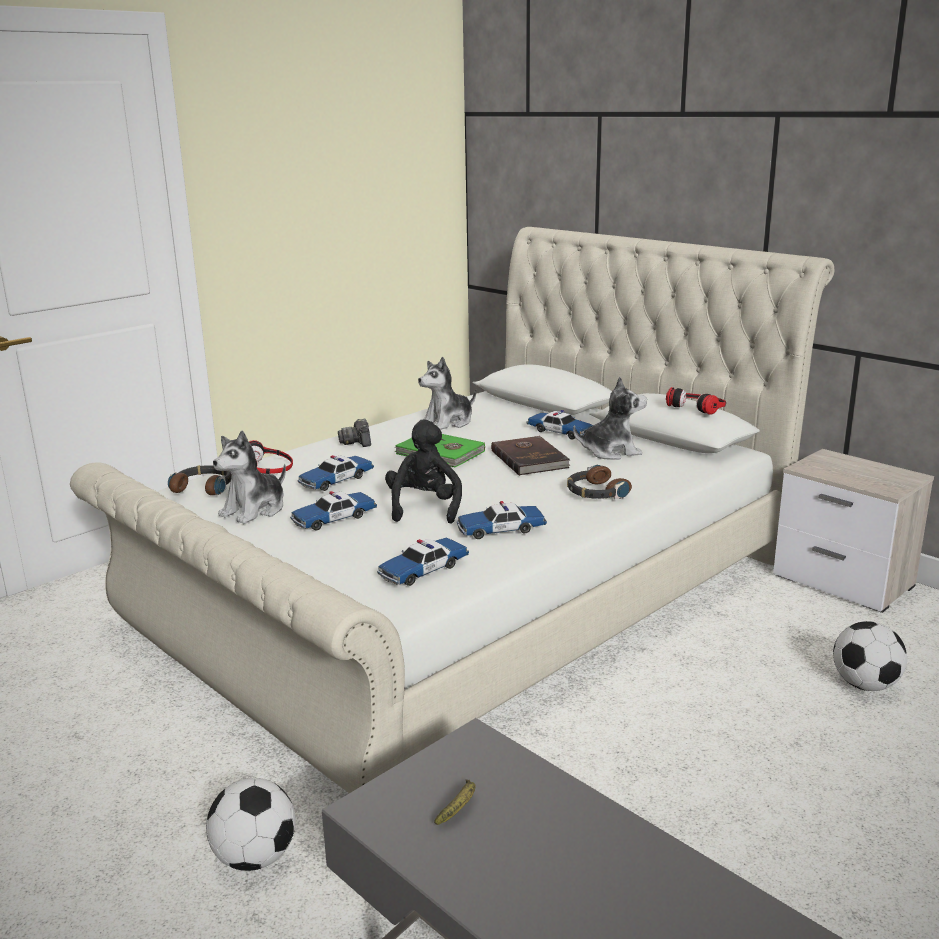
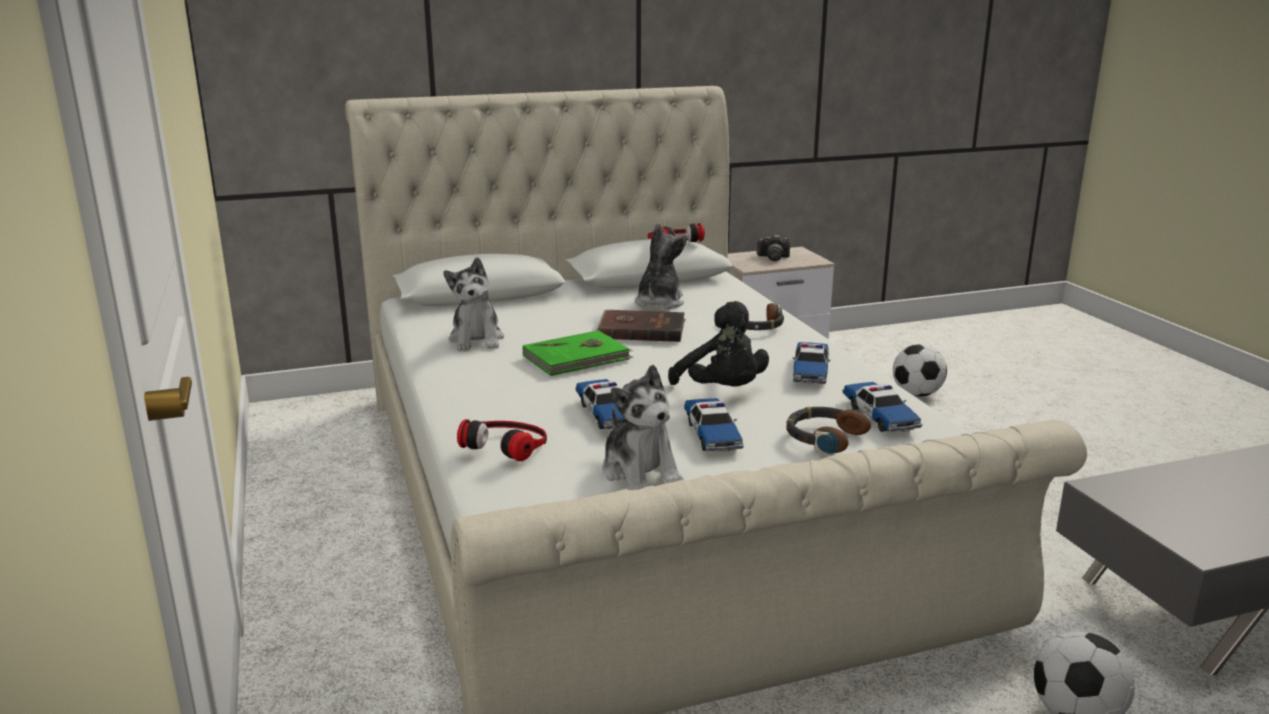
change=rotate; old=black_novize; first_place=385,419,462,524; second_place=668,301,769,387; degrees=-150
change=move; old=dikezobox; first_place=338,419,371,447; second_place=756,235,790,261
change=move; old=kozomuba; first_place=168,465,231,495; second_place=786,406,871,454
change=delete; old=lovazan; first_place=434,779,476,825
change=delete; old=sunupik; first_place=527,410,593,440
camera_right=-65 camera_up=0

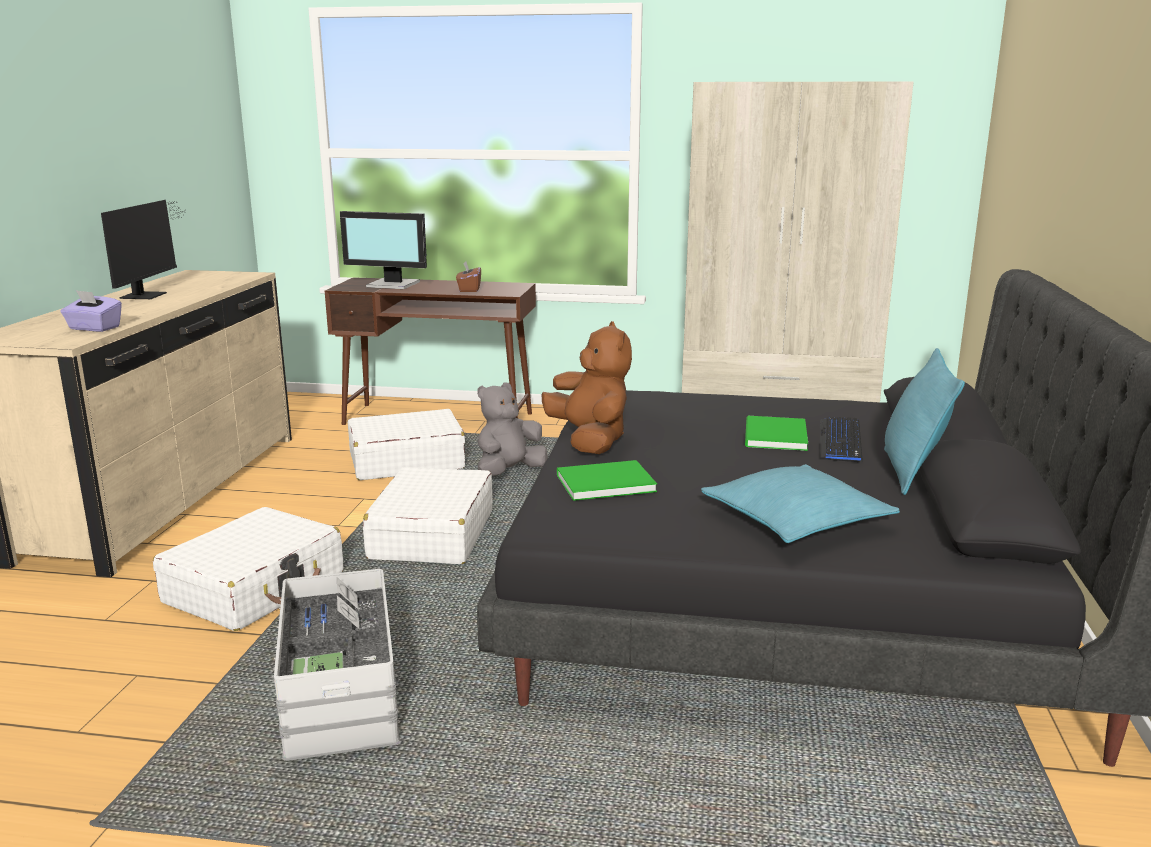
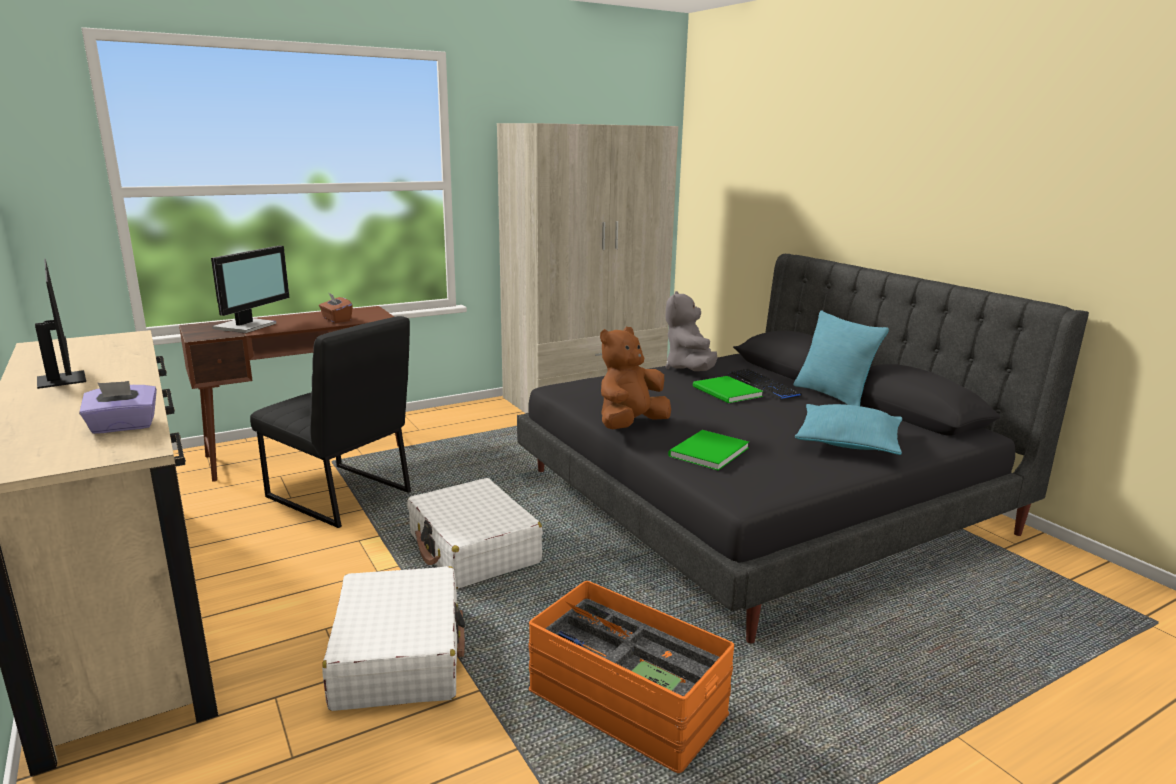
change=rotate; old=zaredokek; first_place=340,211,427,289; second_place=211,246,290,333; degrees=-45
change=replace; old=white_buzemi; new=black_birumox; first_place=348,409,465,480; second_place=250,316,411,528
change=recolor; old=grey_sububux; new=orange_sububux; first_place=273,569,400,761; second_place=529,581,734,773
change=rotate; old=brown_novize; first_place=542,321,632,454; second_place=600,327,671,429; degrees=-75
change=move; old=grey_novize; first_place=477,382,548,476; second_place=666,291,717,371
camera_right=-40 camera_up=0

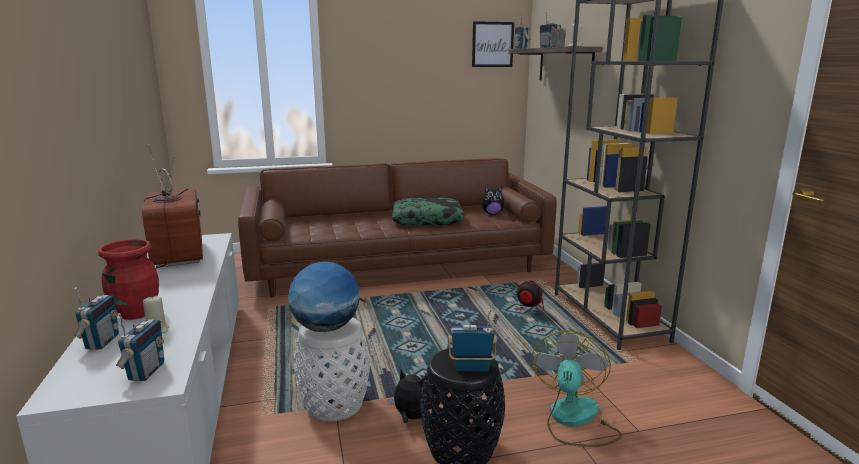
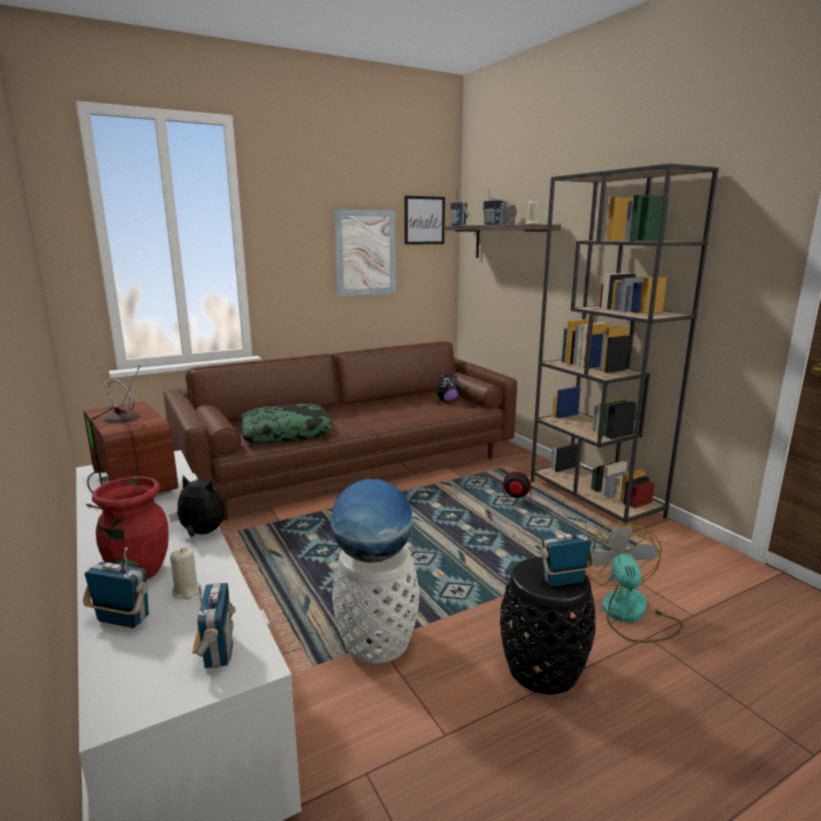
change=rotate; old=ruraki; first_place=74,287,119,350; second_place=83,547,149,628; degrees=-60
change=move; old=novize; first_place=387,370,430,423; second_place=169,475,224,537
change=move; old=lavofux; first_place=392,197,465,226; second_place=239,404,333,443
change=insert; new=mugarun; second_place=334,209,396,296
camera_right=-15 camera_up=0

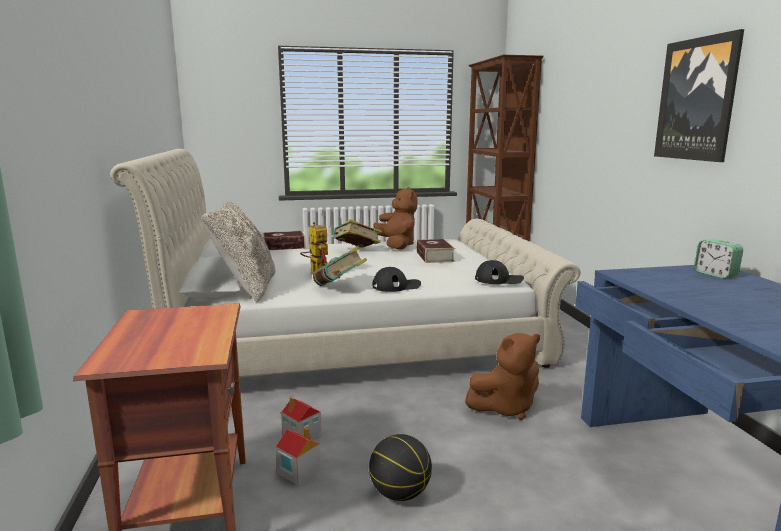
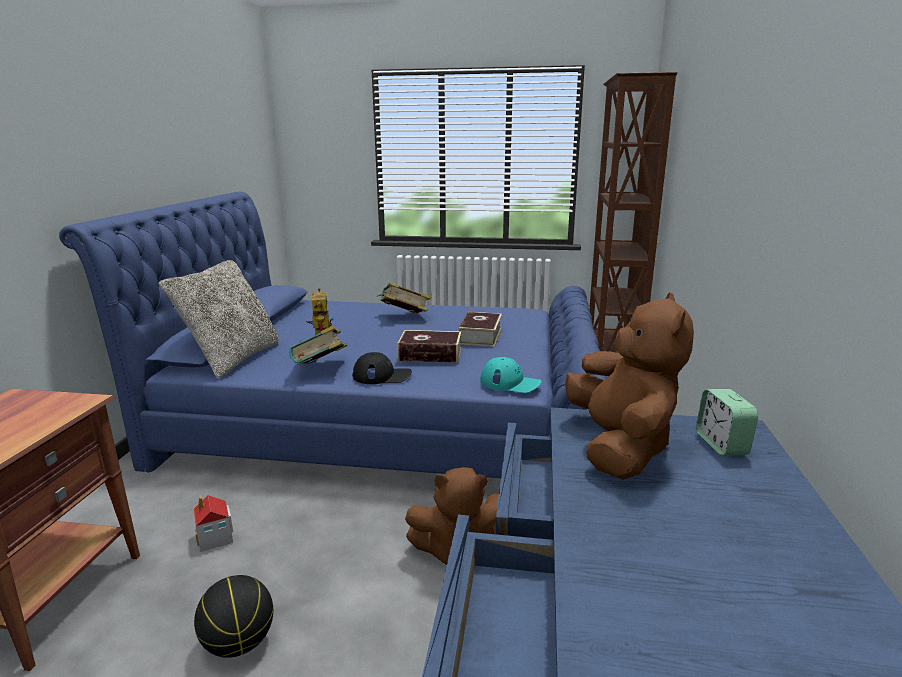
change=recolor; old=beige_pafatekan; new=blue_pafatekan; first_place=110,149,581,377; second_place=59,192,607,478
change=move; old=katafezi; first_place=262,231,306,250; second_place=397,330,461,363
change=recolor; old=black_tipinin; new=turquoise_tipinin; first_place=475,260,524,284; second_place=480,357,541,393
change=move; old=brown_novize; first_place=374,187,417,250; second_place=565,292,694,480
change=delete; old=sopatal; first_place=276,427,321,485
change=delete; old=mugarun; first_place=654,29,744,162
camera_right=20 camera_up=5

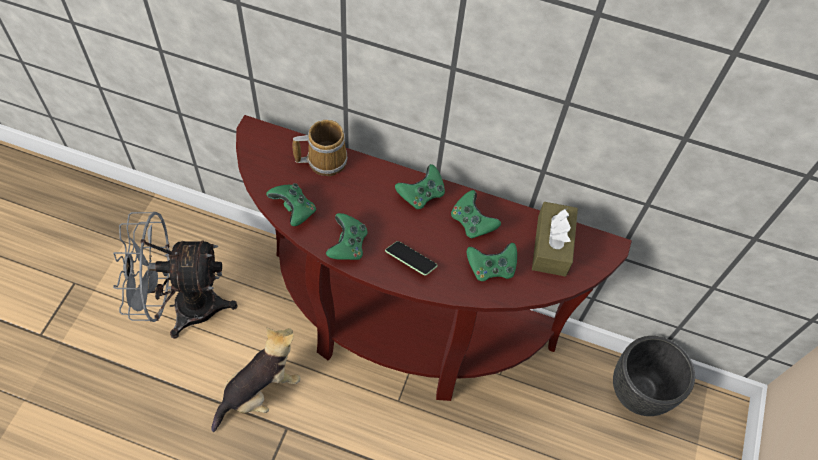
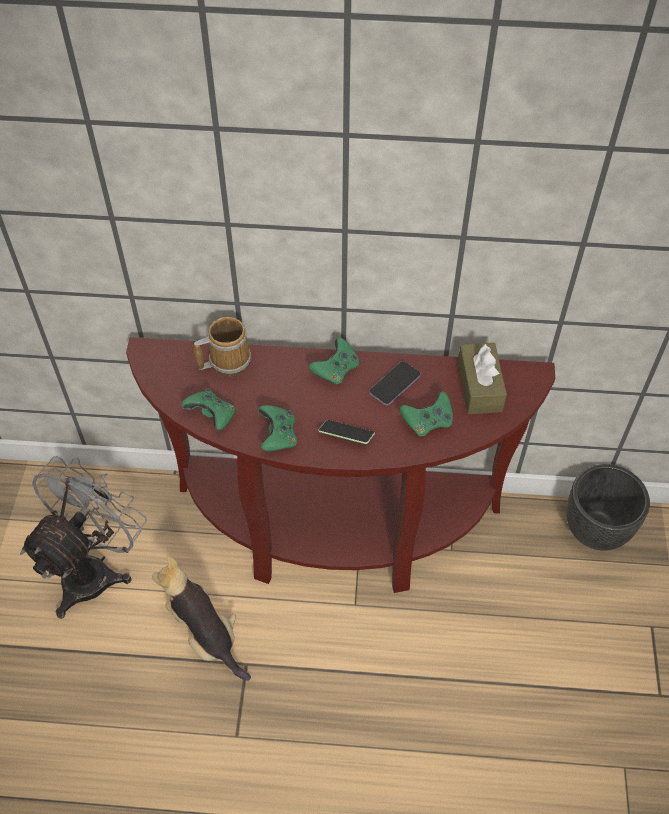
change=rotate; old=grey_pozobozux; first_place=113,212,238,339; second_place=20,456,147,619; degrees=135
change=rotate; old=novize; first_place=212,328,300,432; second_place=152,556,251,681; degrees=-75
change=replace; old=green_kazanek; new=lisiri; first_place=451,190,501,238; second_place=369,361,421,406
camera_right=-10 camera_up=-5

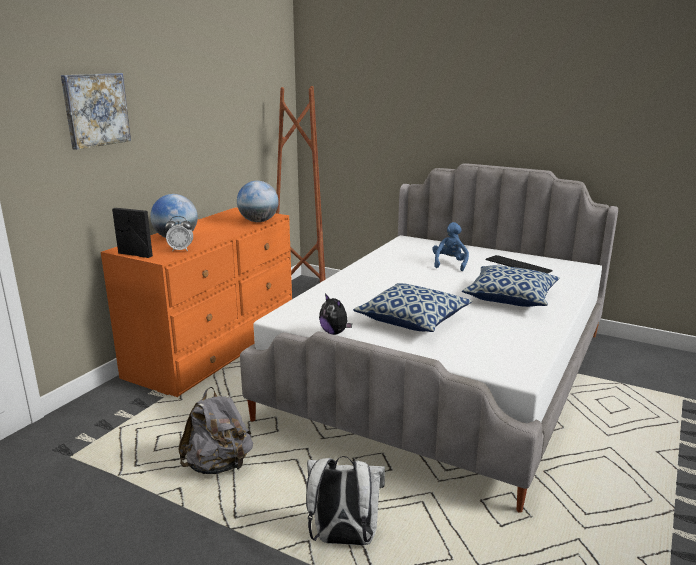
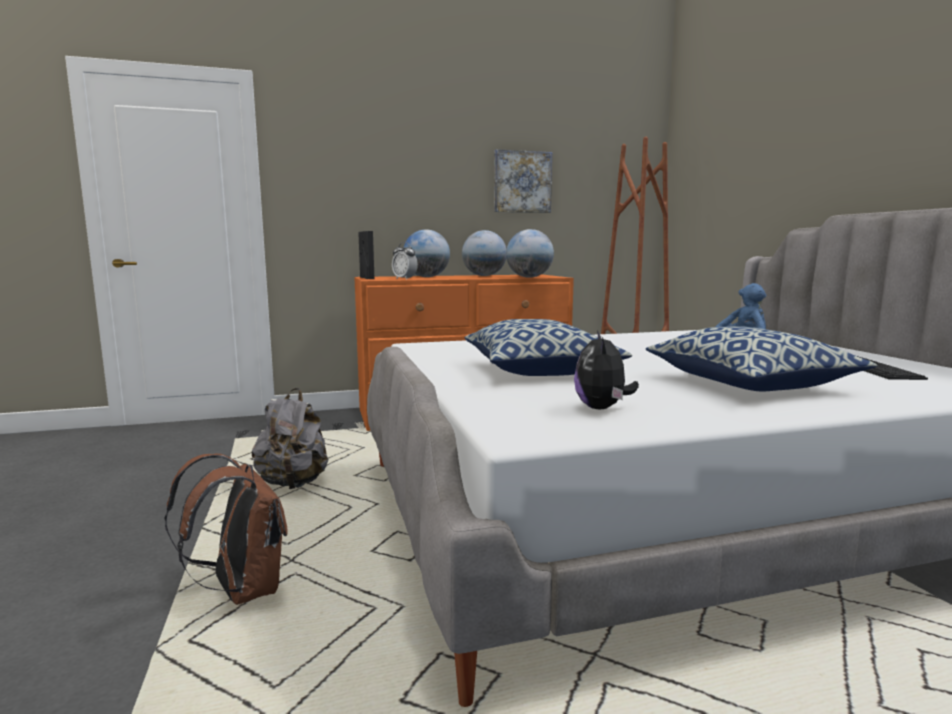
change=recolor; old=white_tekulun; new=brown_tekulun; first_place=306,456,385,545; second_place=165,454,288,605
change=insert; new=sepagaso; second_place=462,230,506,276
change=move; old=mugarun; first_place=61,73,131,150; second_place=494,149,552,213
change=move; old=novize; first_place=319,294,352,335; second_place=574,330,639,409
camera_right=45 camera_up=-10

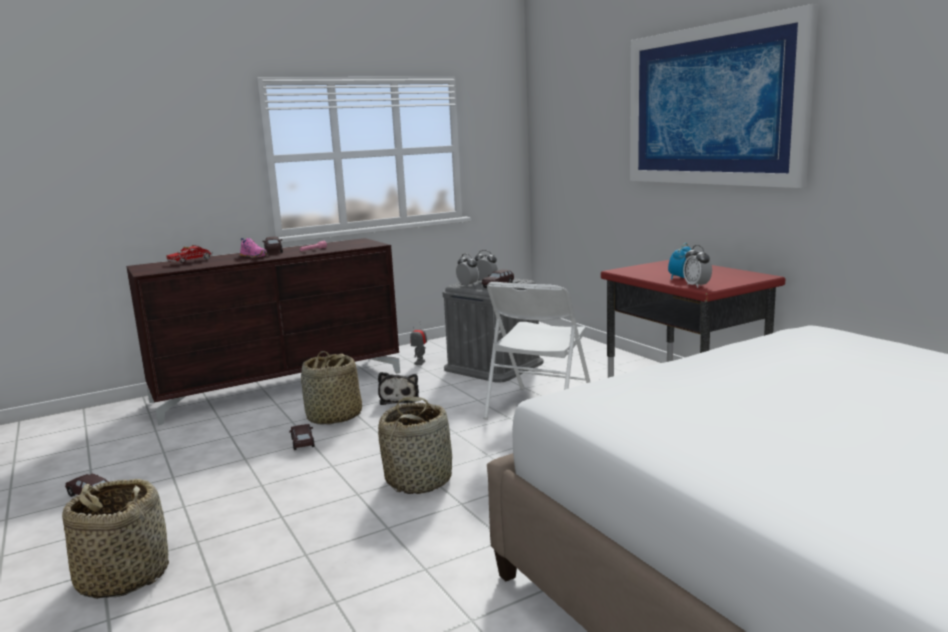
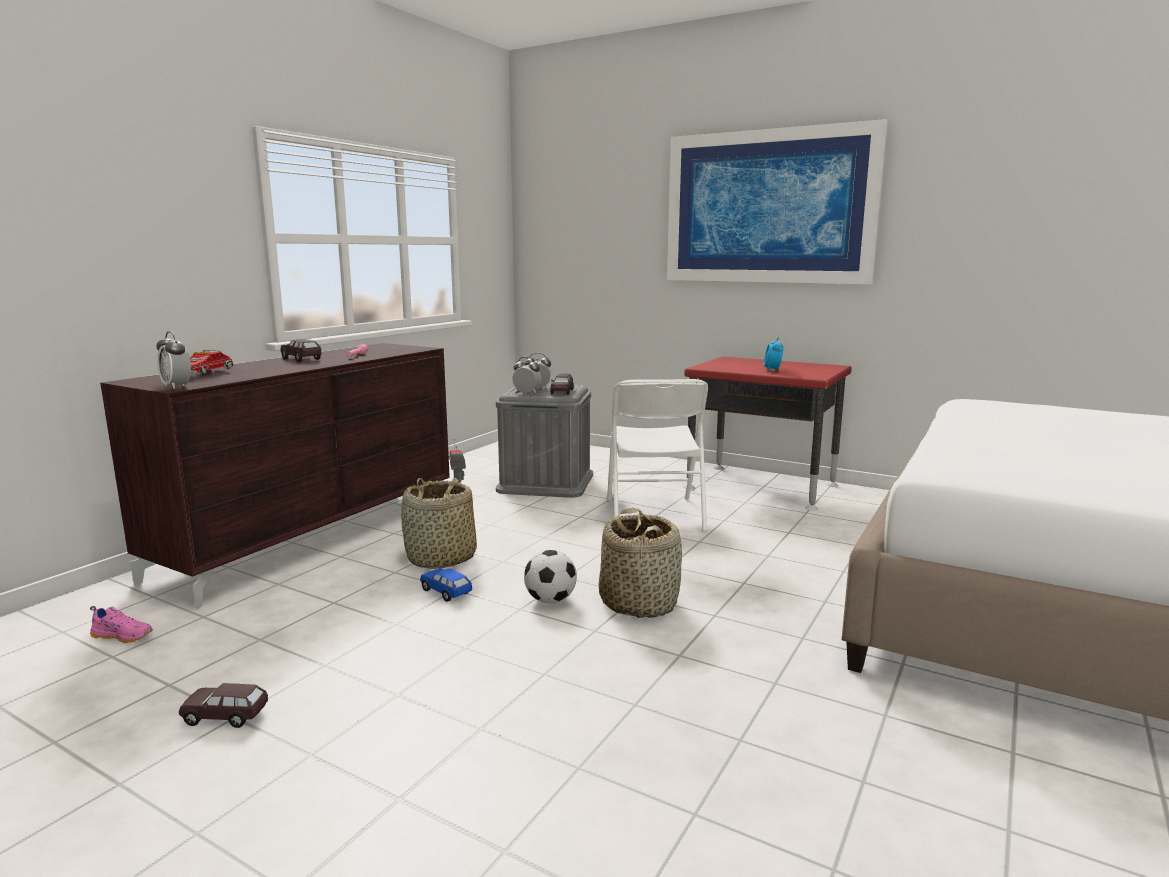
change=move; old=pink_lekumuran; first_place=240,238,267,258; second_place=90,606,153,643
change=move; old=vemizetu; first_place=683,245,712,288; second_place=156,331,191,389
change=recolor; old=brown_sunupik; new=blue_sunupik; first_place=289,424,315,450; second_place=420,568,472,602
change=insert; new=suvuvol; second_place=524,550,577,603
change=delete; old=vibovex; first_place=62,479,169,599
change=delete; old=novize; first_place=378,372,419,405
camera_right=-30 camera_up=0

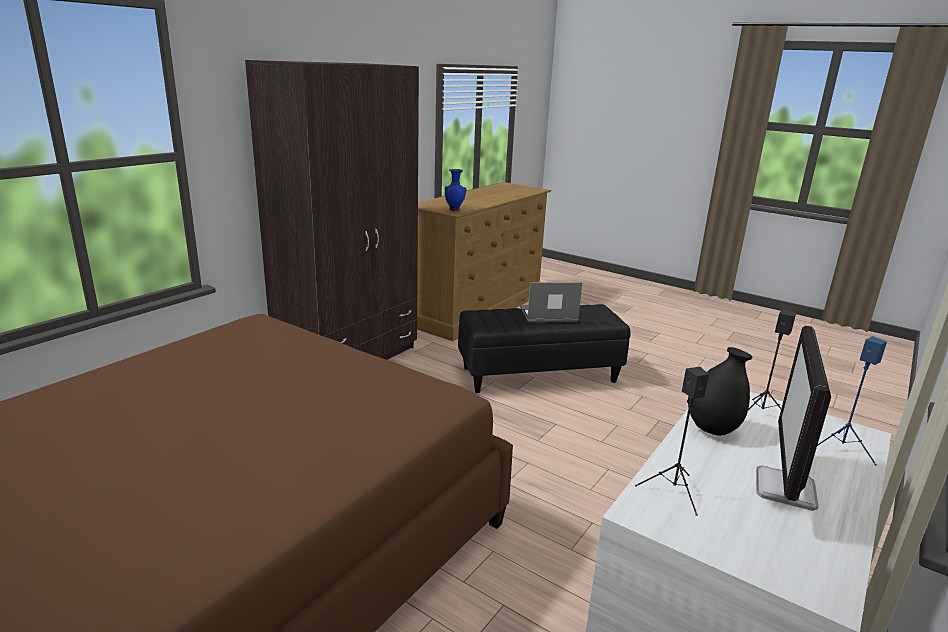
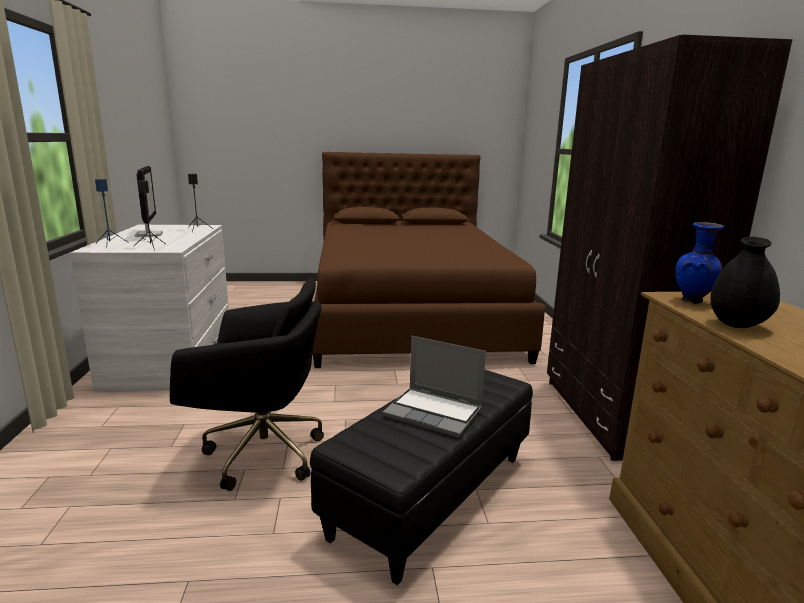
change=insert; new=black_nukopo; second_place=170,278,324,491
change=rotate; old=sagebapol; first_place=520,282,583,323; second_place=383,336,486,437; degrees=75
change=move; old=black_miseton; first_place=688,347,752,436; second_place=710,237,780,328
camera_right=140 camera_up=-5

